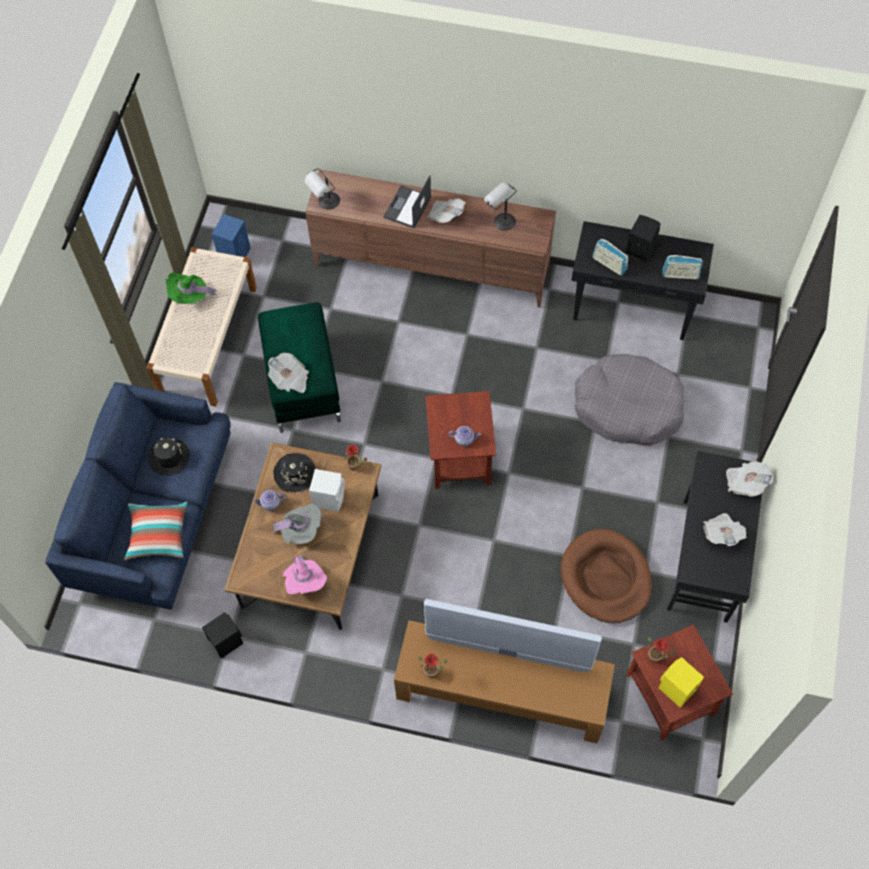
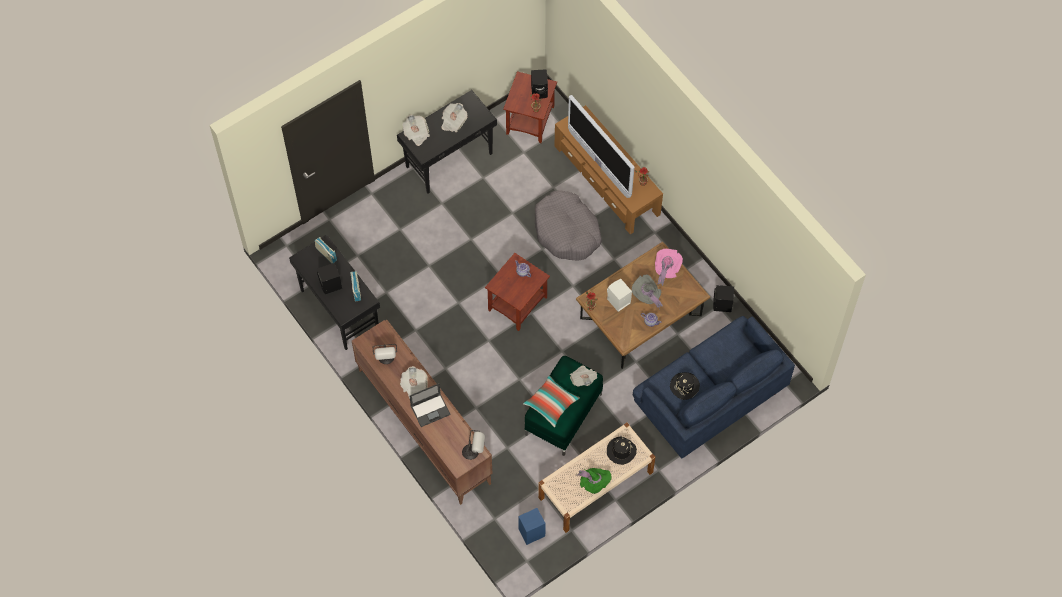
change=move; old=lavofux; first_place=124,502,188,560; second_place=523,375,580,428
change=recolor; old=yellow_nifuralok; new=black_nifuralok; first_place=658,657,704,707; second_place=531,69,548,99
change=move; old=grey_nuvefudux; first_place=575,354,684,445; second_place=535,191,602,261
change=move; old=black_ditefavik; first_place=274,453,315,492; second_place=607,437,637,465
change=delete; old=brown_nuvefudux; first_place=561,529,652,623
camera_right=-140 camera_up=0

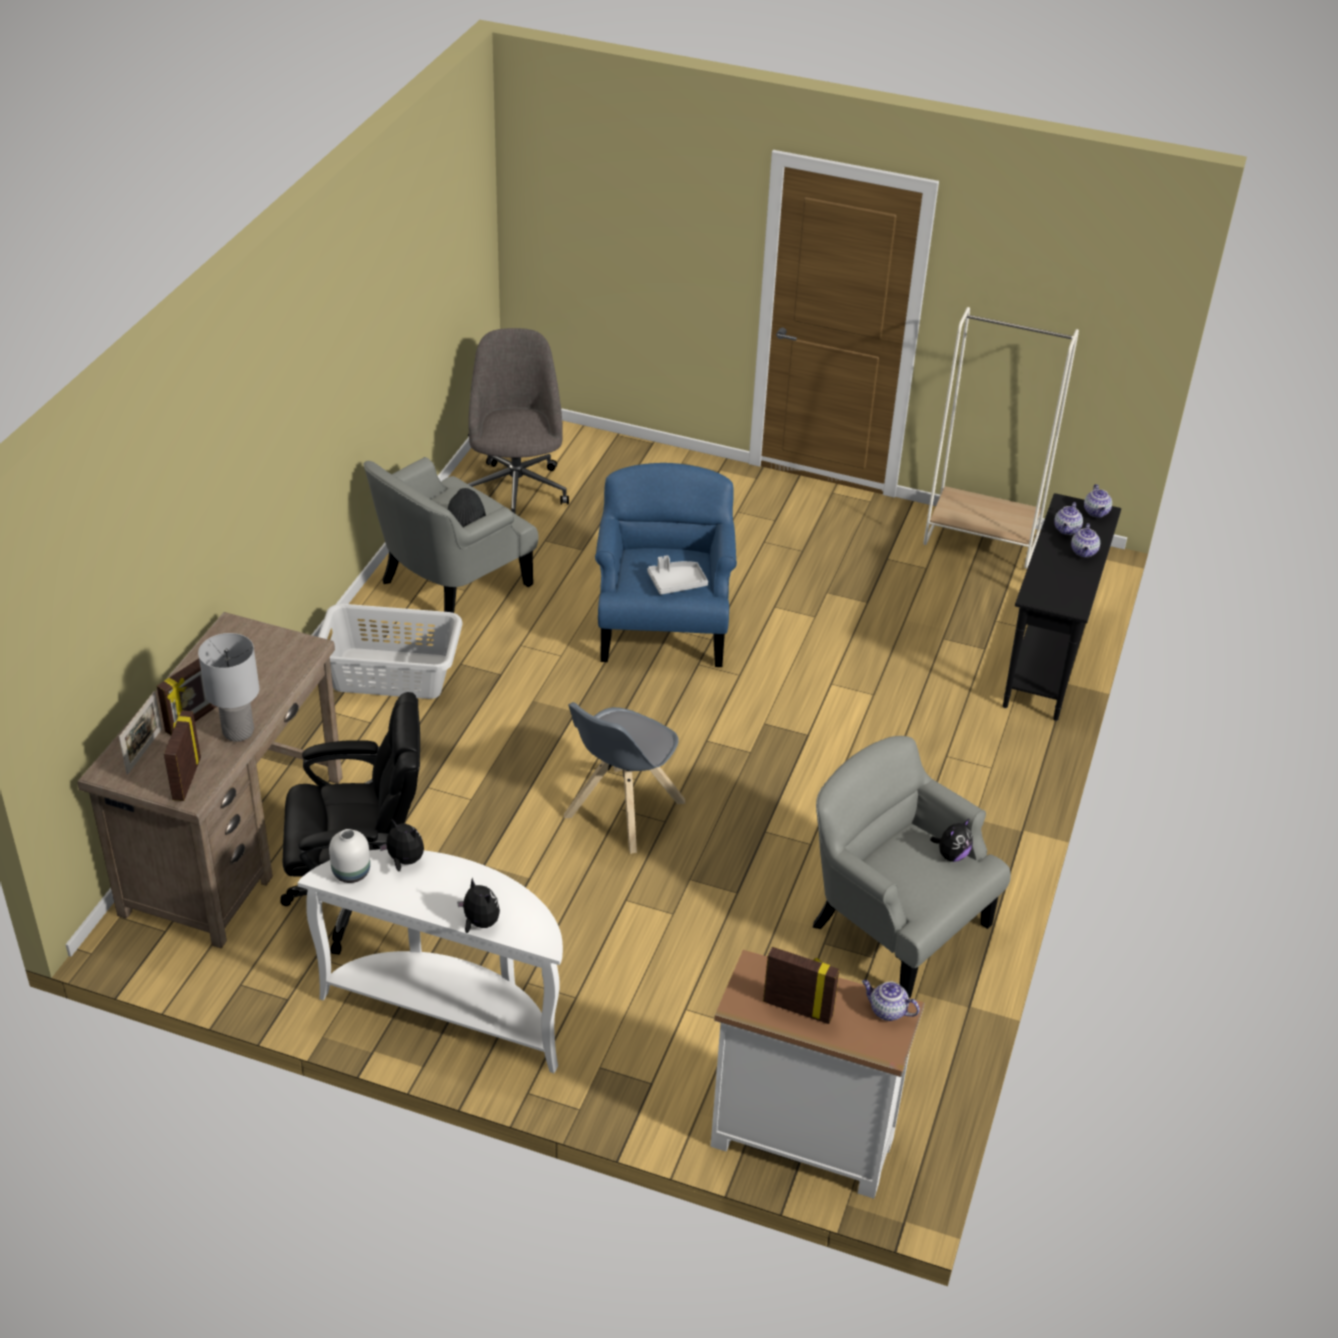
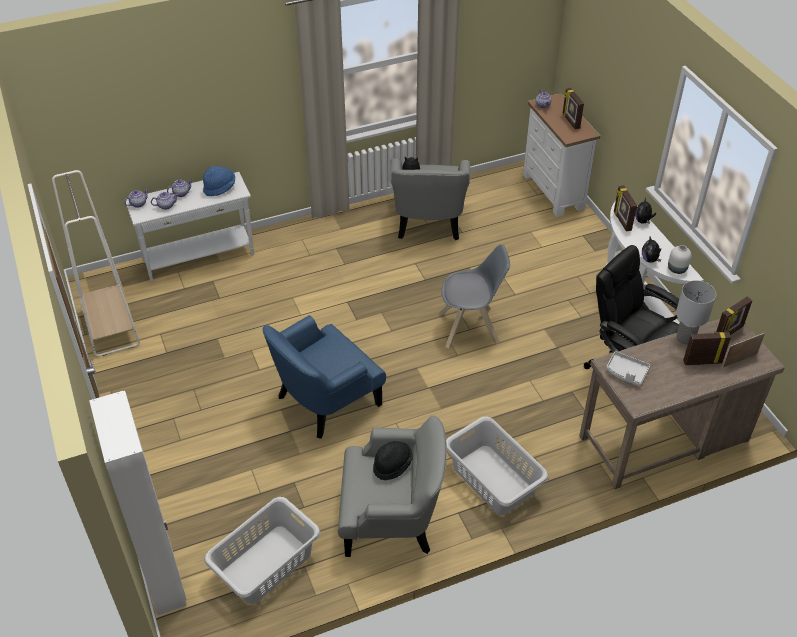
change=insert; new=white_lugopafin; second_place=89,391,187,615
change=recolor; old=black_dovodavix; new=white_dovodavix; first_place=1003,493,1121,721; second_place=126,172,254,282
change=insert; new=blue_ditefavik; second_place=203,166,235,196
change=replace; old=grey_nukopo; new=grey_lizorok; first_place=468,328,569,513; second_place=204,497,321,604
change=move; old=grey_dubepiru; first_place=648,555,708,595; second_place=606,351,651,386
change=insert; new=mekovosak; second_place=614,185,637,232
camera_right=-130 camera_up=5

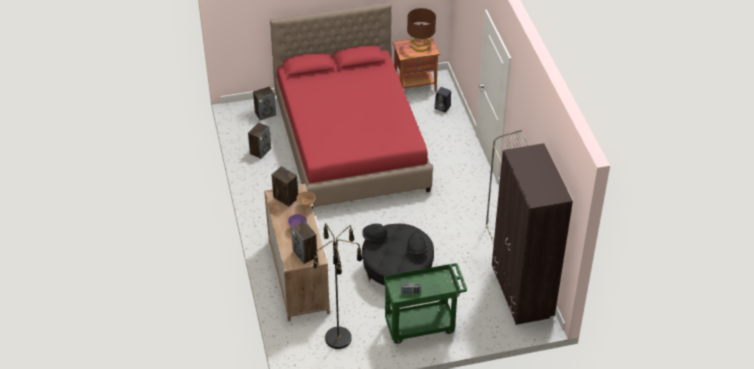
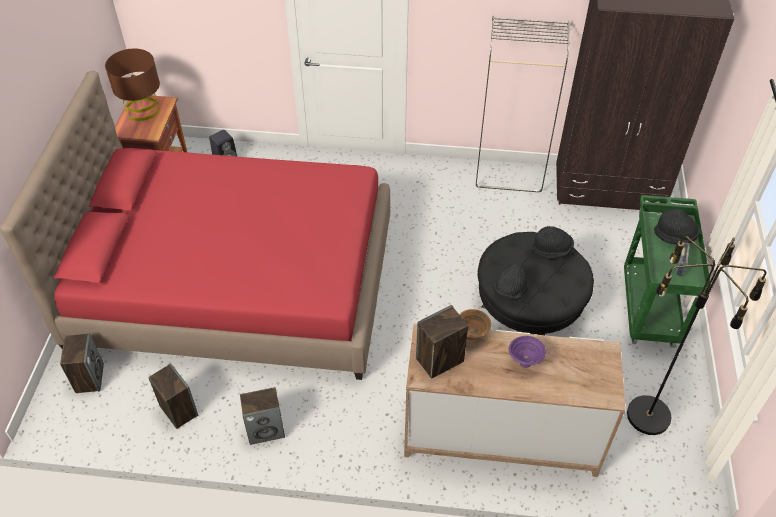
change=move; old=nifuralok; first_place=291,221,317,264; second_place=240,387,285,445
change=insert; new=black_ditefavik; second_place=654,209,700,245
camera_right=-70 camera_up=5

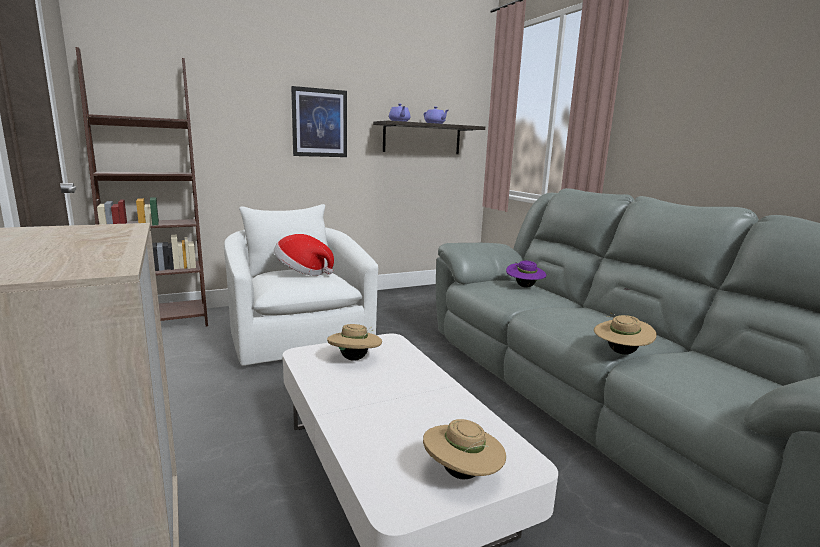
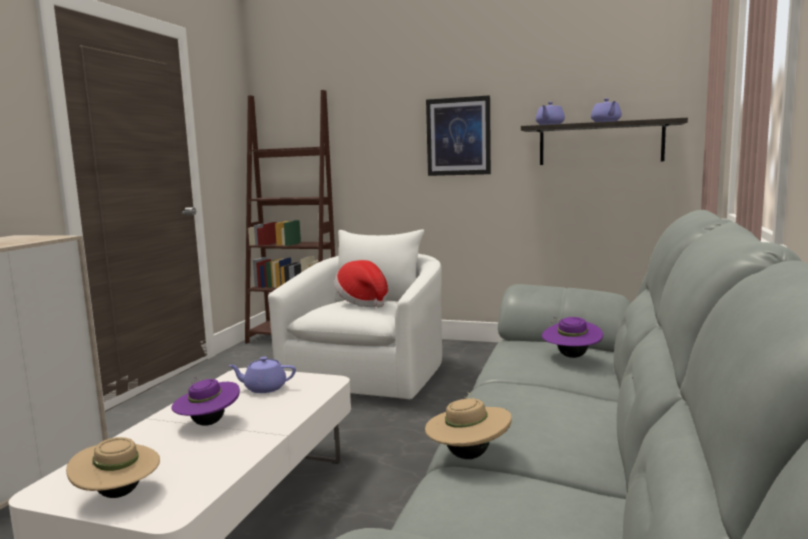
change=insert; new=purple_ditefavik; second_place=171,377,240,426
change=replace; old=beige_ditefavik; new=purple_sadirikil; first_place=327,324,382,361; second_place=228,357,296,393
camera_right=45 camera_up=-5

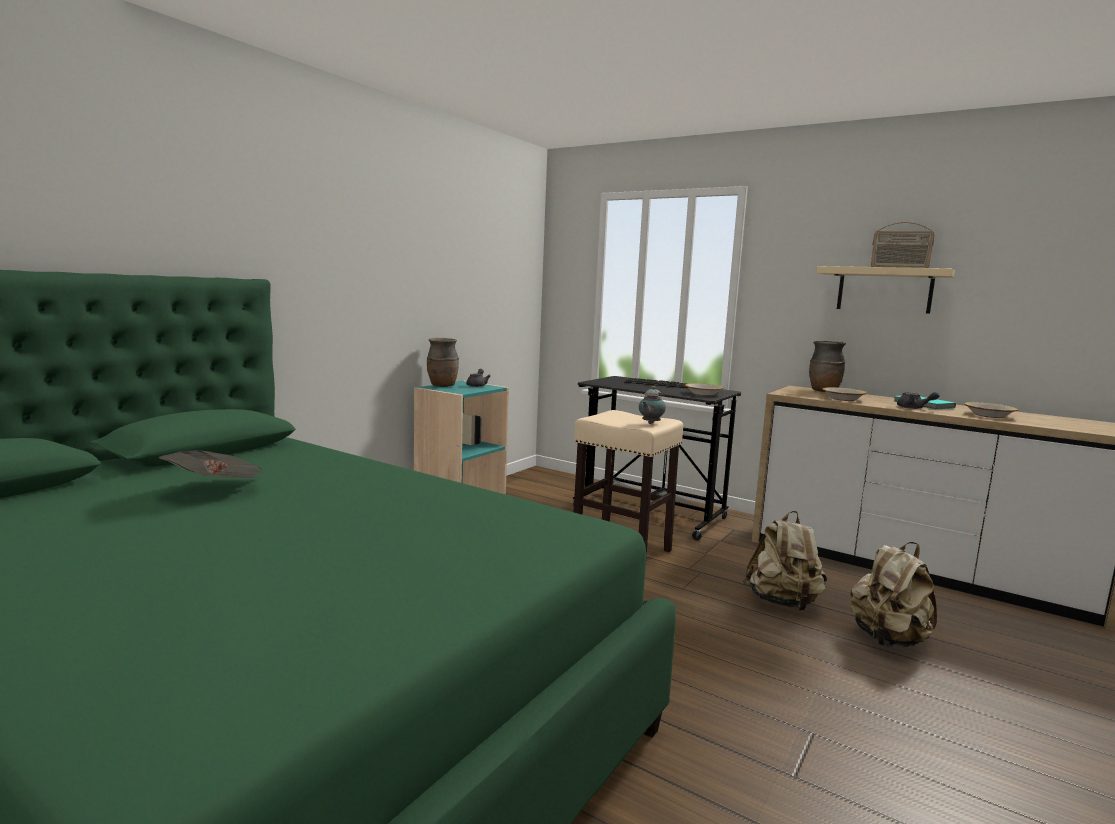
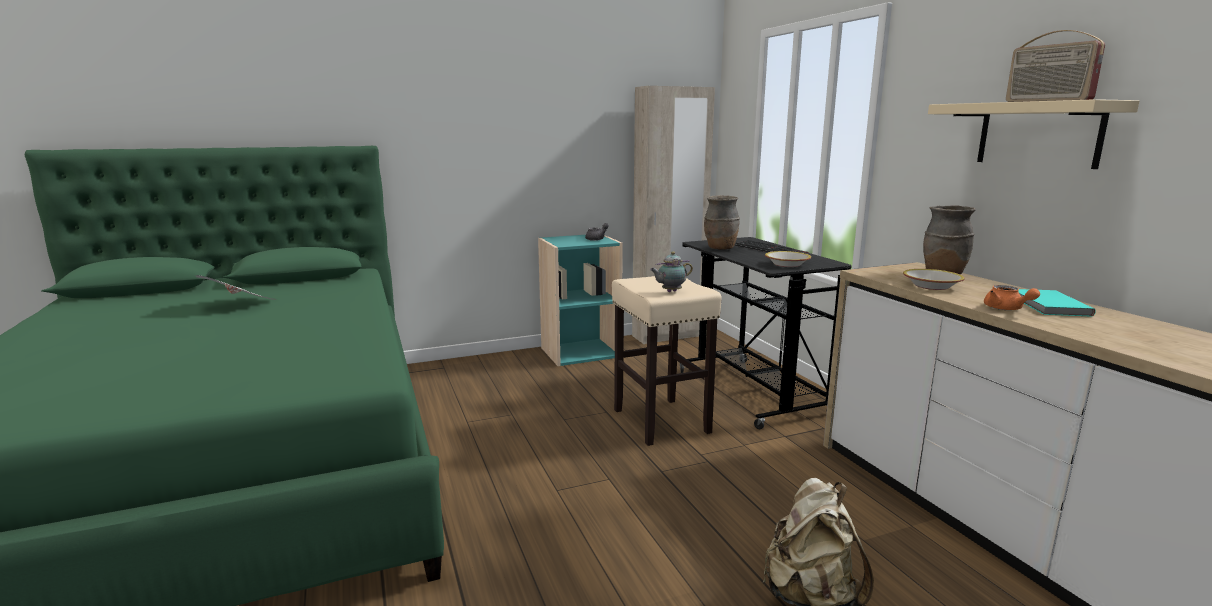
change=insert; new=beige_lugopafin; second_place=632,86,715,344
change=move; old=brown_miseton; first_place=427,338,459,387; second_place=704,195,740,250
change=recolor; old=grey_sadirikil; new=orange_sadirikil; first_place=897,392,940,409; second_place=984,285,1040,310
change=delete; old=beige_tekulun; first_place=743,511,827,611
change=delete; old=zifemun; first_place=964,402,1018,418
camera_right=35 camera_up=5

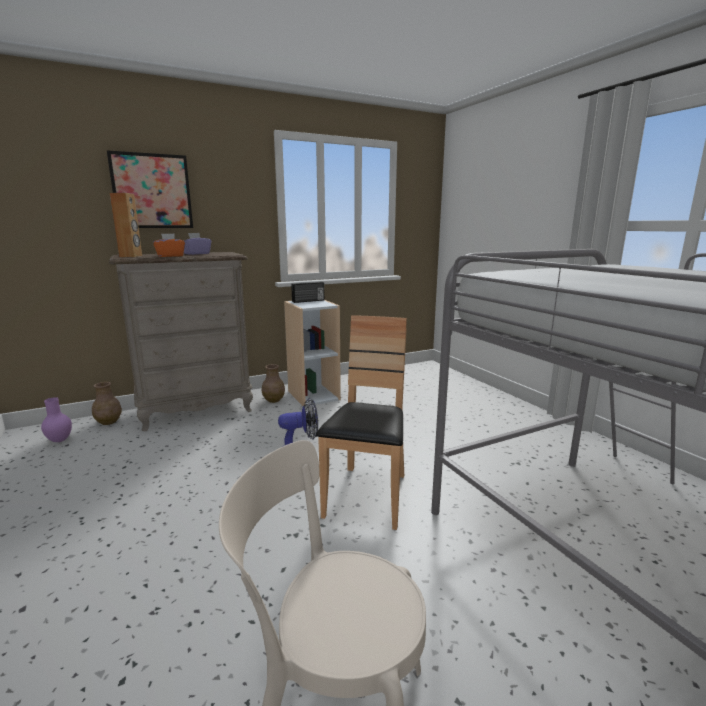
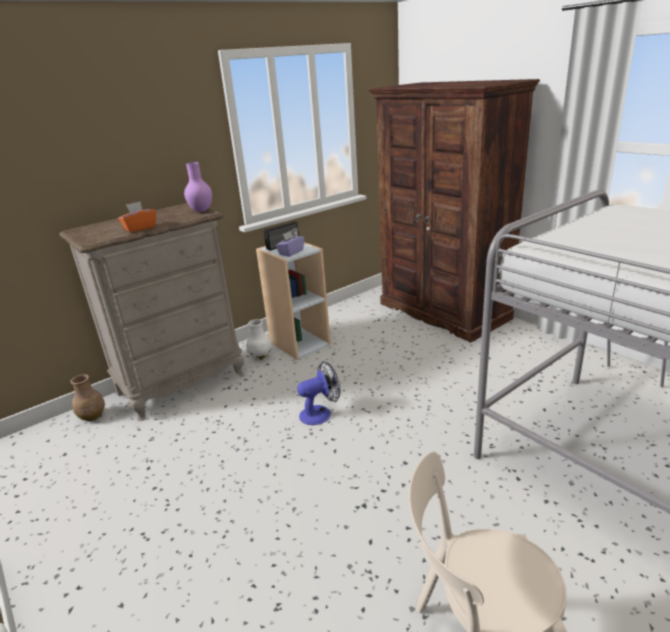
change=move; old=purple_miseton; first_place=41,397,72,442; second_place=184,162,212,212
change=recolor; old=brown_miseton; new=white_miseton; first_place=262,364,285,403; second_place=246,319,272,360
change=move; old=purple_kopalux; first_place=184,233,211,255; second_place=276,231,304,257
change=insert; new=brown_lugopafin; second_place=368,79,540,342
change=delete; old=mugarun; first_place=107,150,193,228
change=delete; old=brown_nifuralok; first_place=110,193,142,257
change=delete; old=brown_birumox; first_place=316,315,407,530
camera_right=-10 camera_up=10

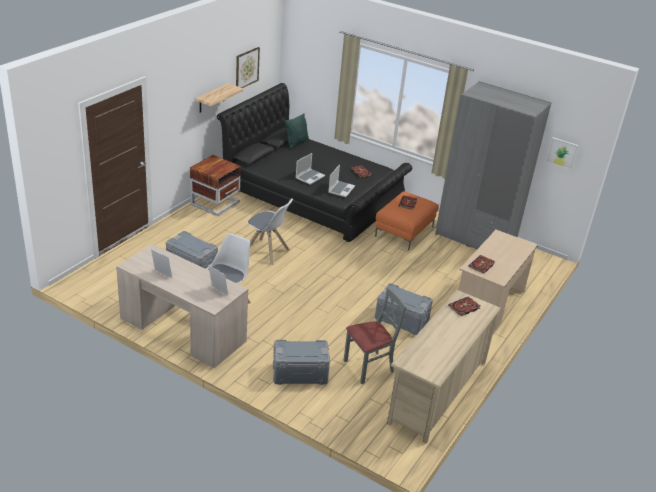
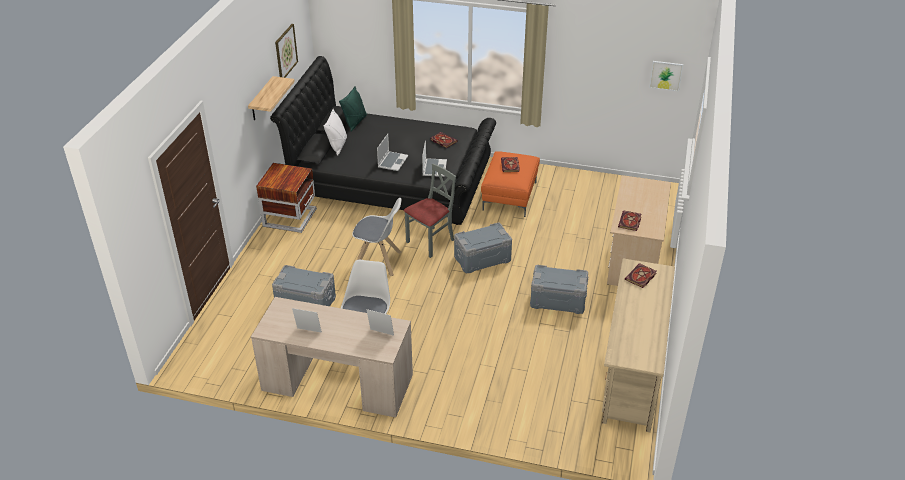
change=insert; new=white_lavofux; second_place=324,109,347,156
change=move; old=grey_birumox; first_place=343,288,407,384; second_place=404,164,456,258
change=move; old=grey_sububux; first_place=273,340,330,385; second_place=454,223,512,273
change=delete; old=grey_lugopafin; first_place=435,81,552,249
camera_right=-15 camera_up=5

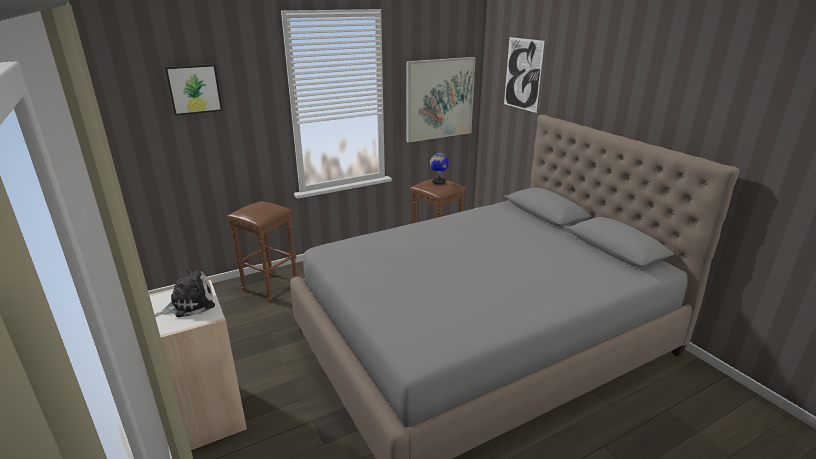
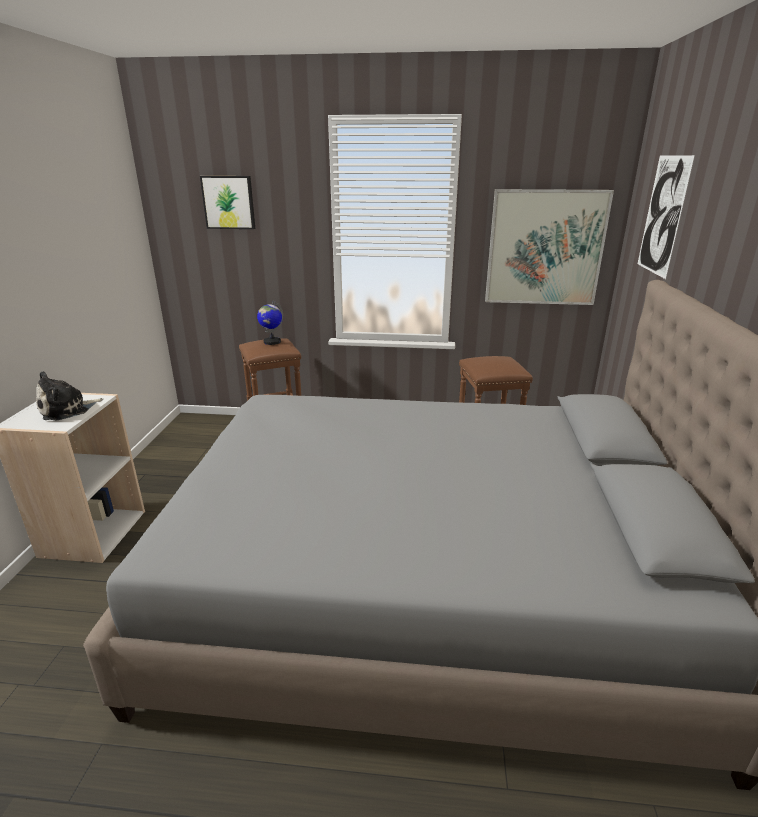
change=rotate; old=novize; first_place=155,267,215,317; second_place=36,371,103,420; degrees=135
change=move; old=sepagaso; first_place=430,150,449,185; second_place=257,301,283,345
camera_right=35 camera_up=0

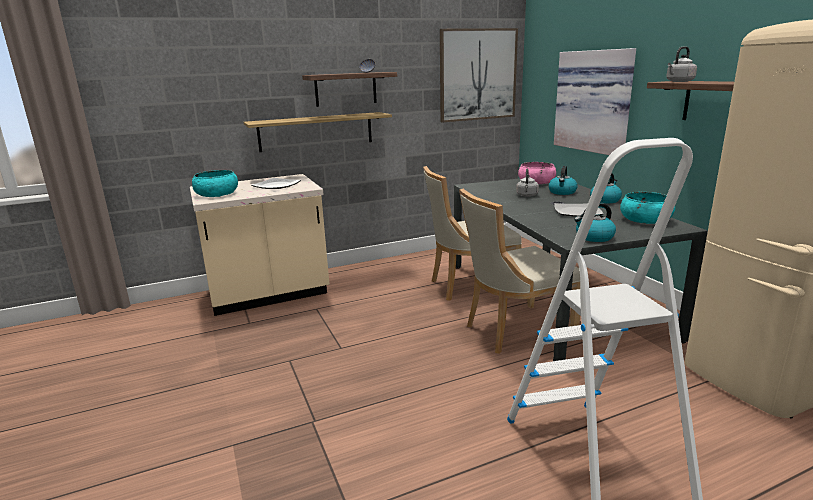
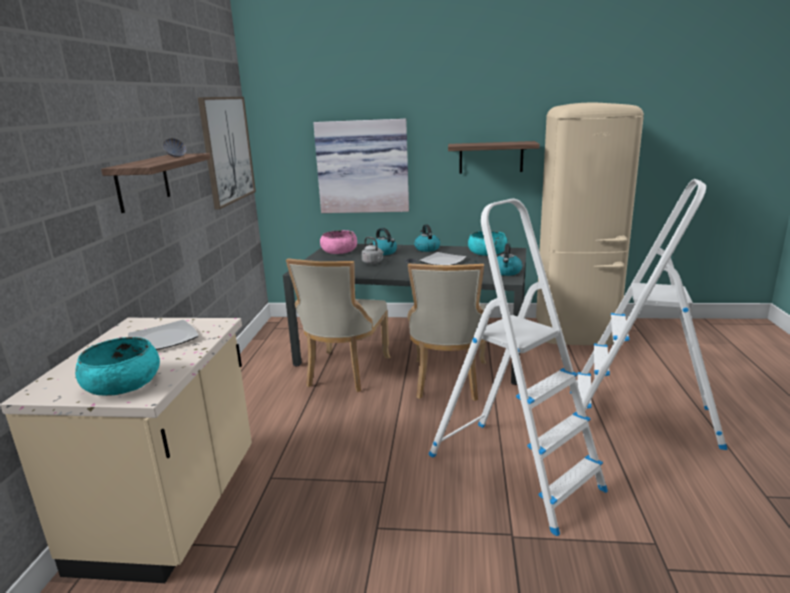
change=insert; new=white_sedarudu; second_place=428,198,608,536
change=delete; old=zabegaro; first_place=243,112,392,152
change=delete; old=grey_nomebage; first_place=666,46,697,82
camera_right=-60 camera_up=0

